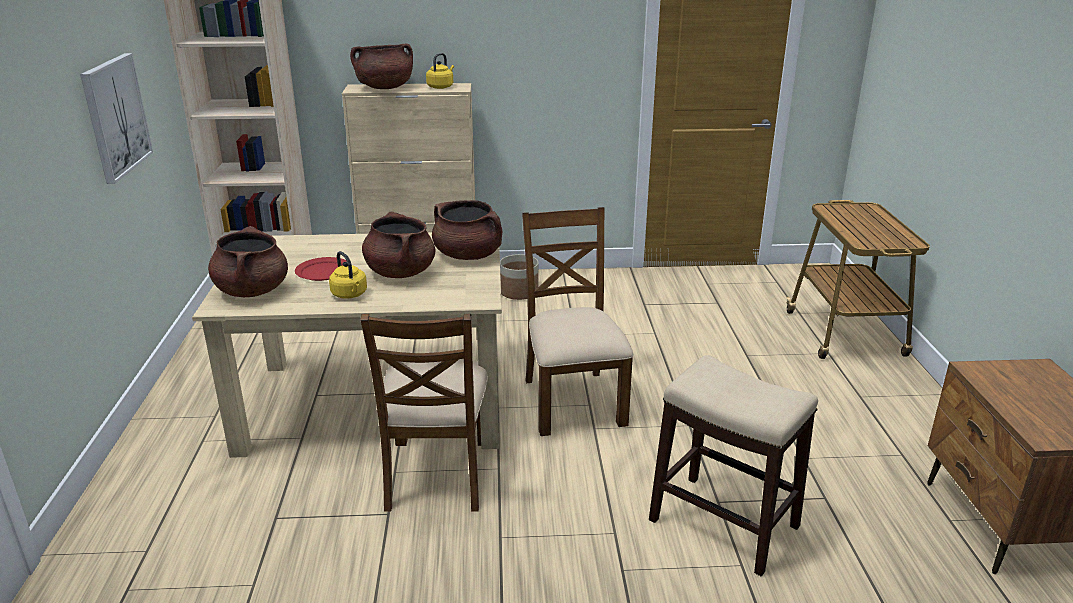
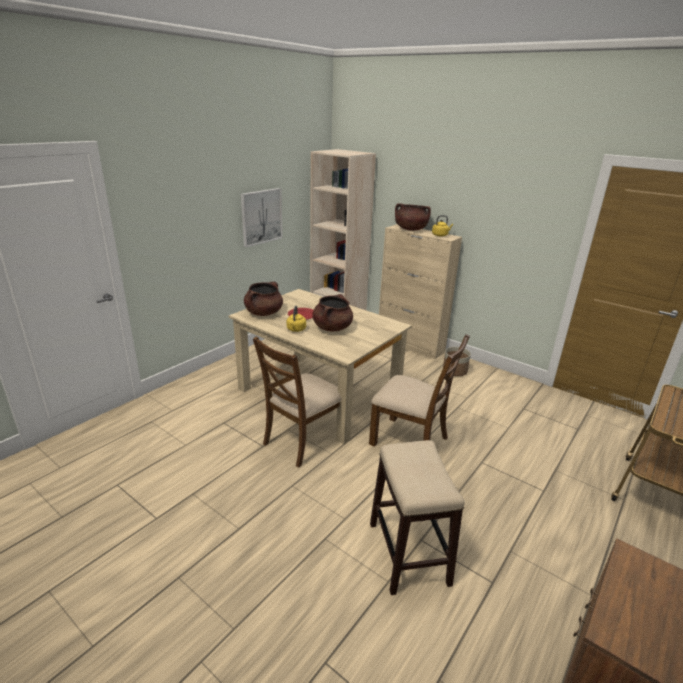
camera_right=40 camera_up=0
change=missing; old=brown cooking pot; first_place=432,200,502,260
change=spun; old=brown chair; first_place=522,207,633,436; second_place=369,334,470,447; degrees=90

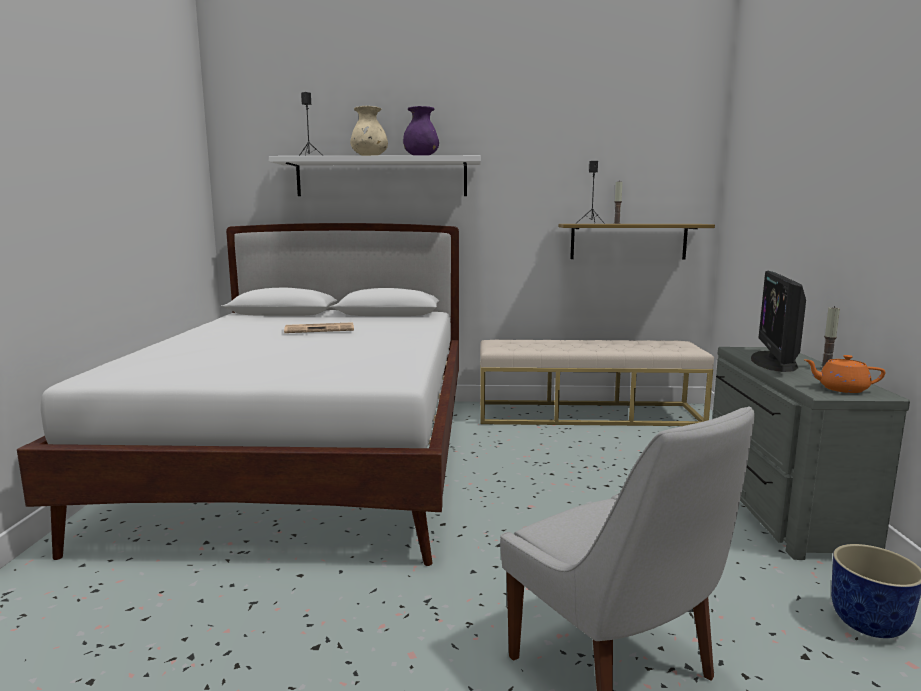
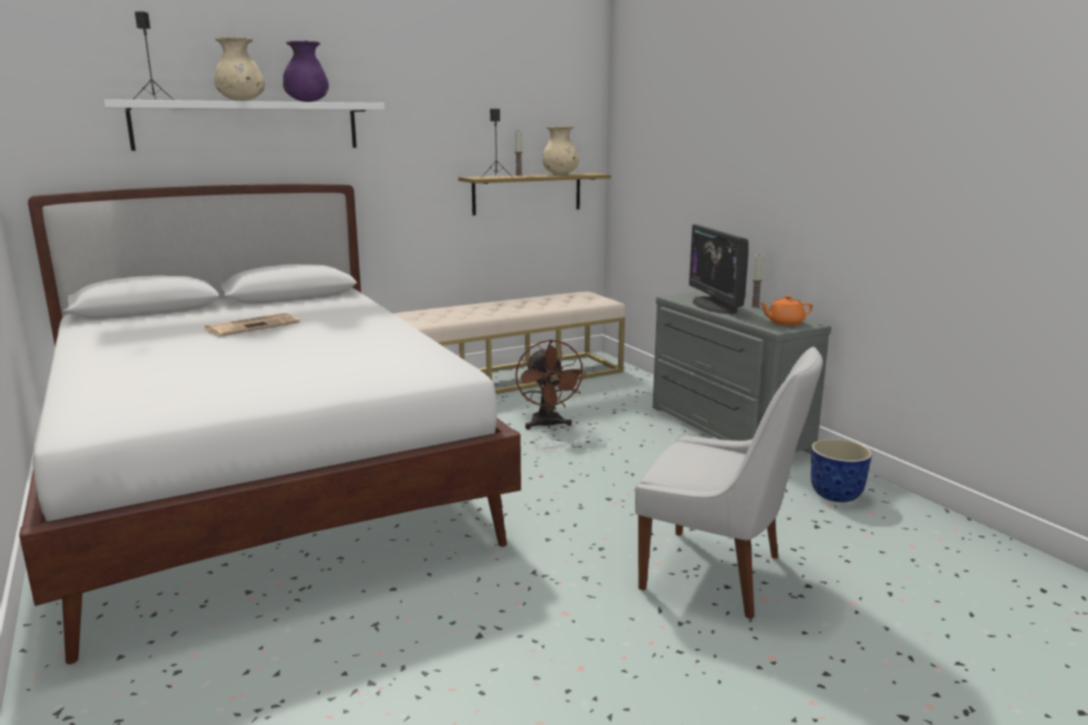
camera_right=-30 camera_up=5
change=appeared; new=brown fan; second_place=515,339,586,429
change=appeared; new=beige vase; second_place=543,126,579,175

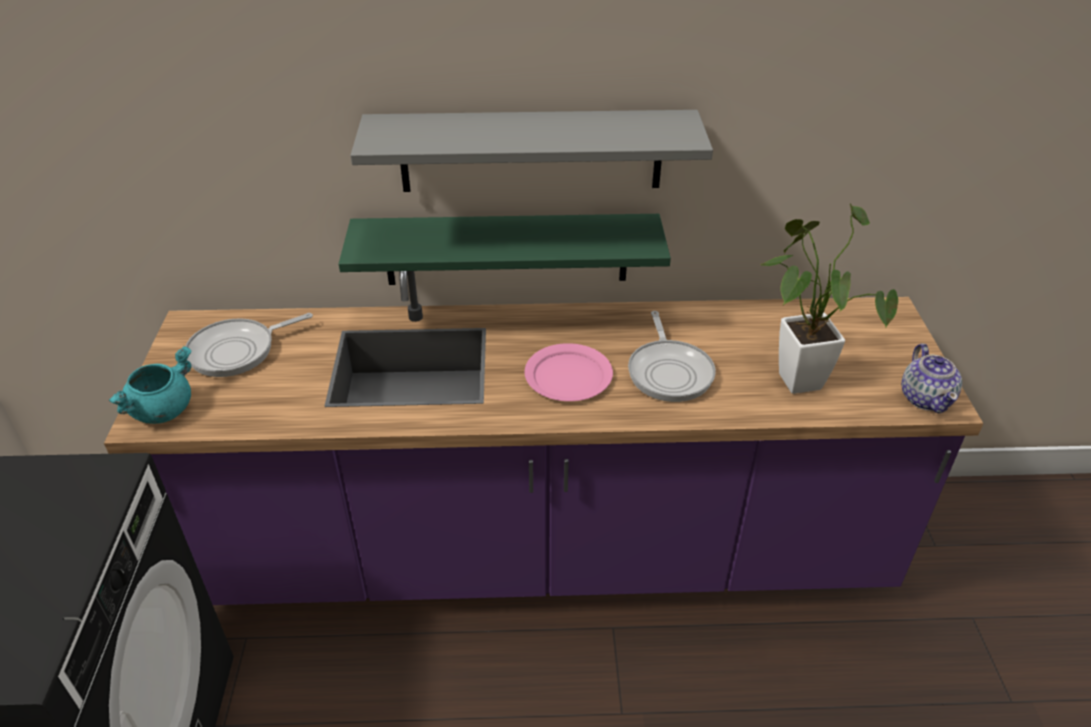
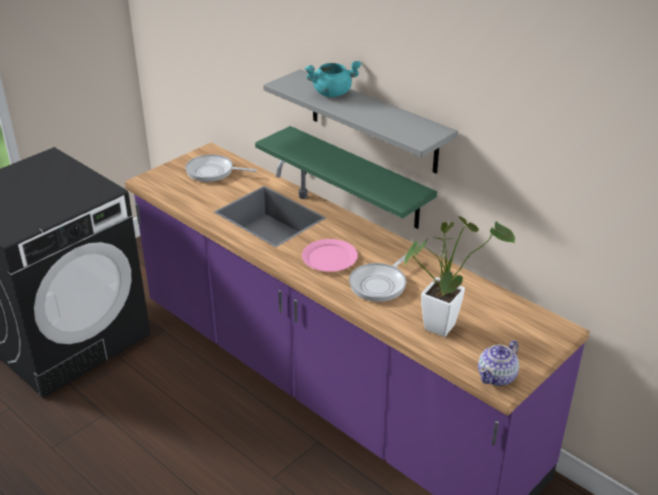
camera_right=45 camera_up=-5
change=relocated; old=turquoise cooking pot; first_place=109,346,191,424; second_place=305,61,361,97

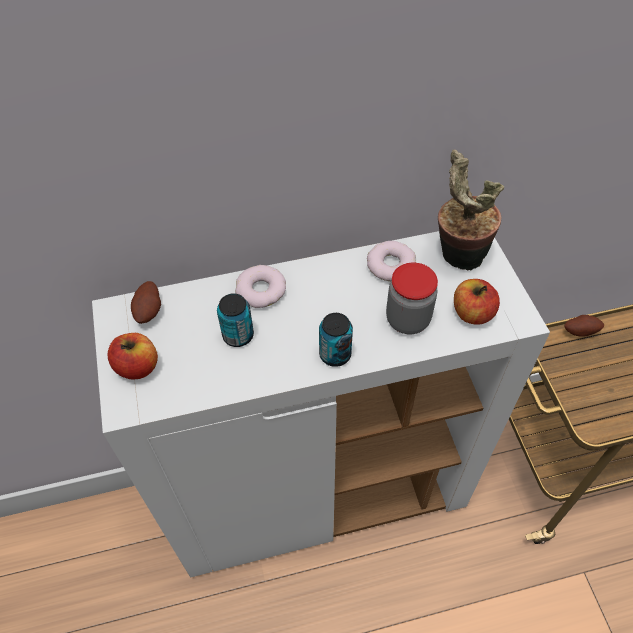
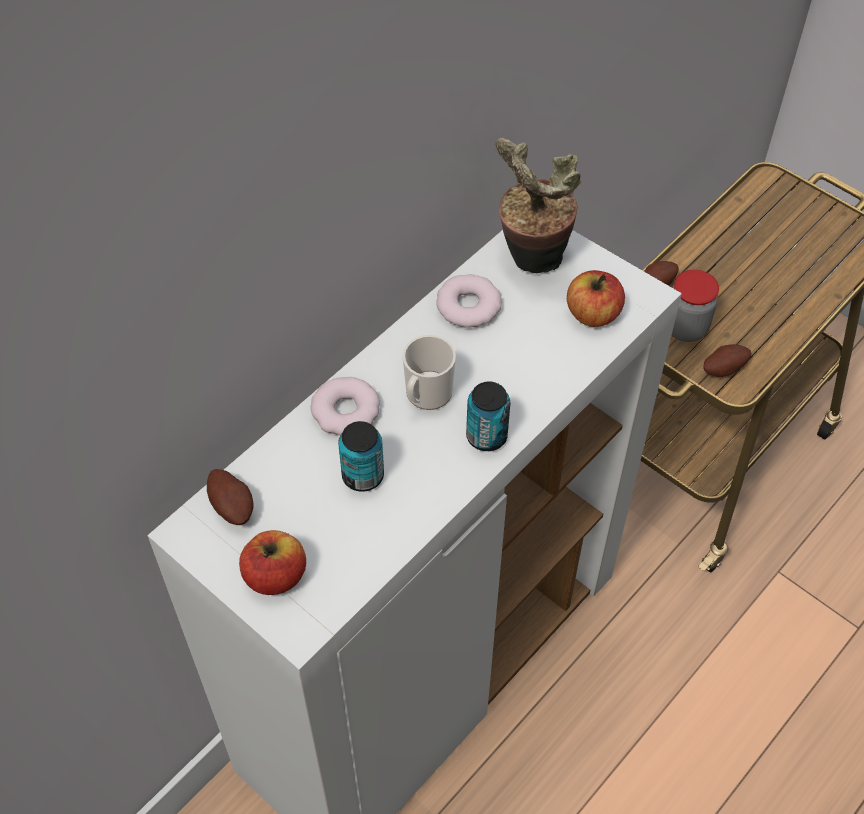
camera_right=-35 camera_up=0
change=relocated; old=jar; first_place=386,263,438,334; second_place=671,270,719,342
change=appeared; new=mug; second_place=403,335,456,410
change=appeared; new=potato; second_place=703,344,752,377

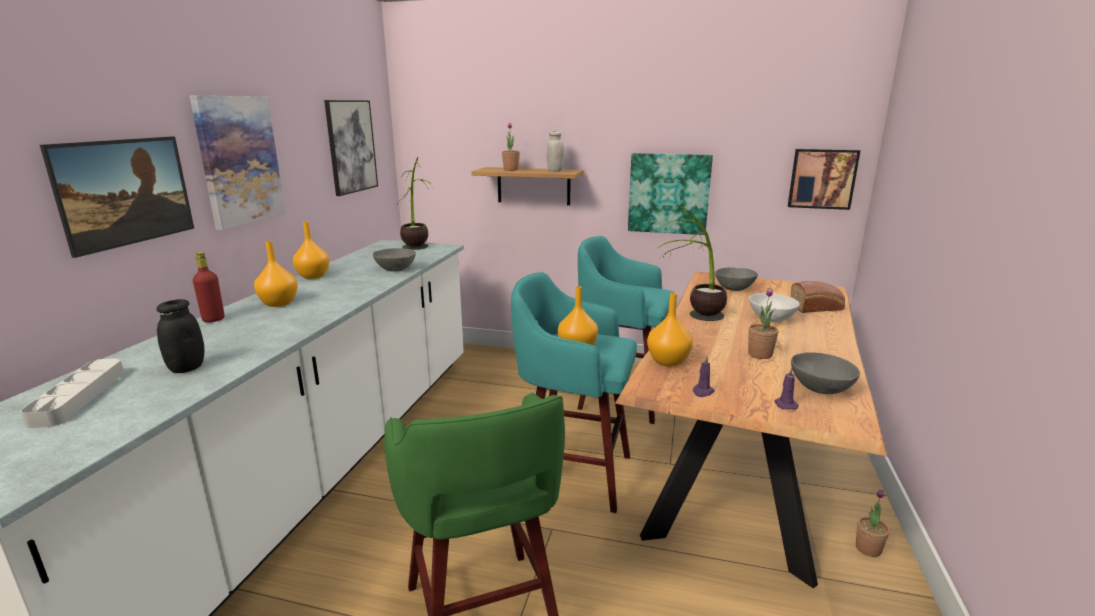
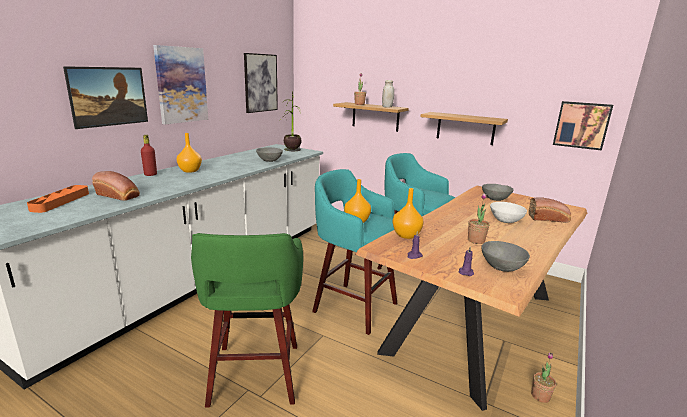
camera_right=15 camera_up=0
change=colour; old=grey tray; new=orange tray; first_place=20,358,124,428; second_place=27,185,89,213
change=exchanged; old=black jar; new=bread; first_place=157,299,204,373; second_place=92,171,140,201
change=missing; old=orange vase; first_place=293,222,329,279
change=exchanged; old=picture; new=shelf; first_place=628,153,713,235; second_place=421,112,508,145
change=missing; old=potted plant; first_place=657,204,727,321

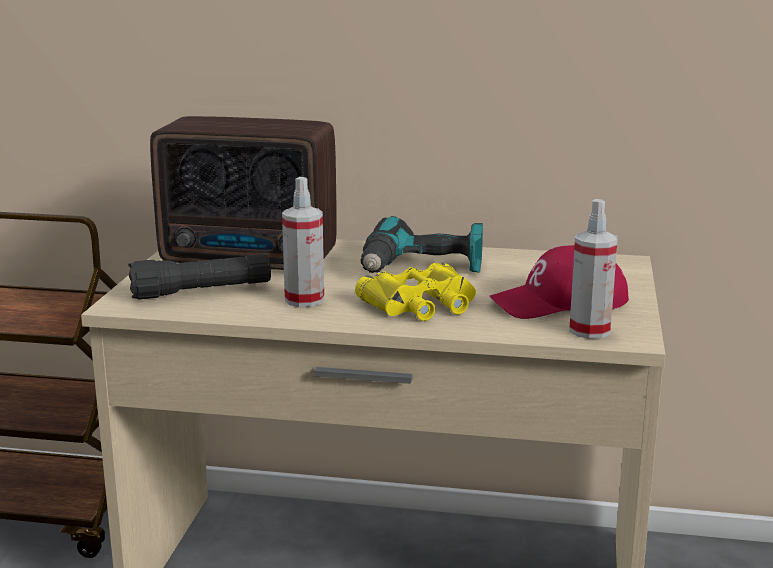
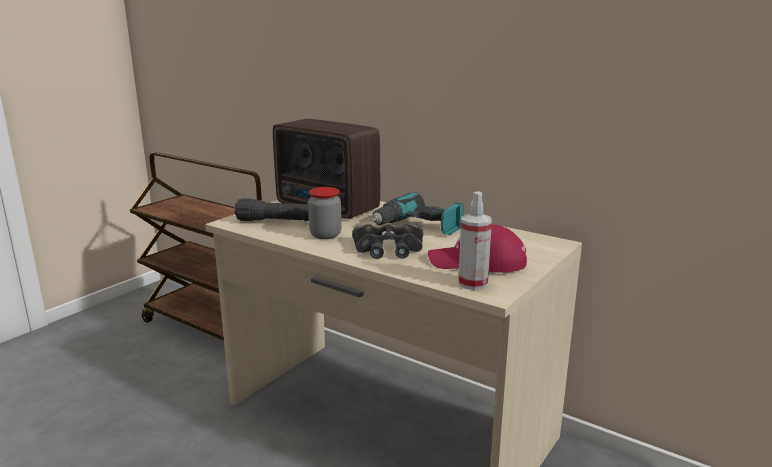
camera_right=25 camera_up=0
change=exchanged; old=spray bottle; new=jar; first_place=282,177,324,307; second_place=308,187,342,239
change=colour; old=yellow binoculars; new=black binoculars; first_place=355,263,476,321; second_place=352,224,423,259

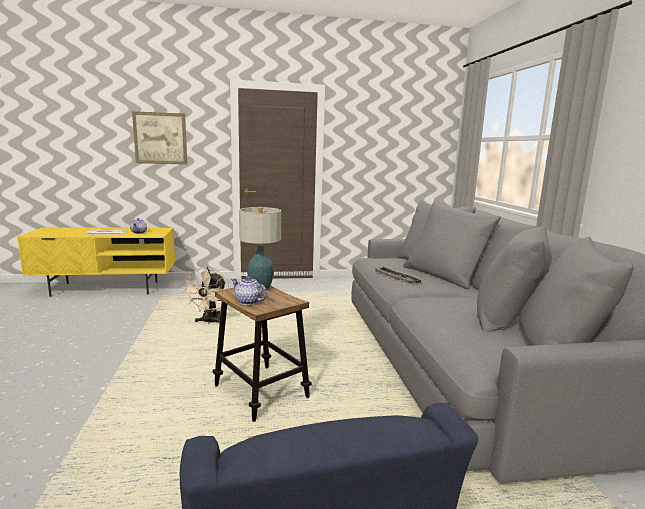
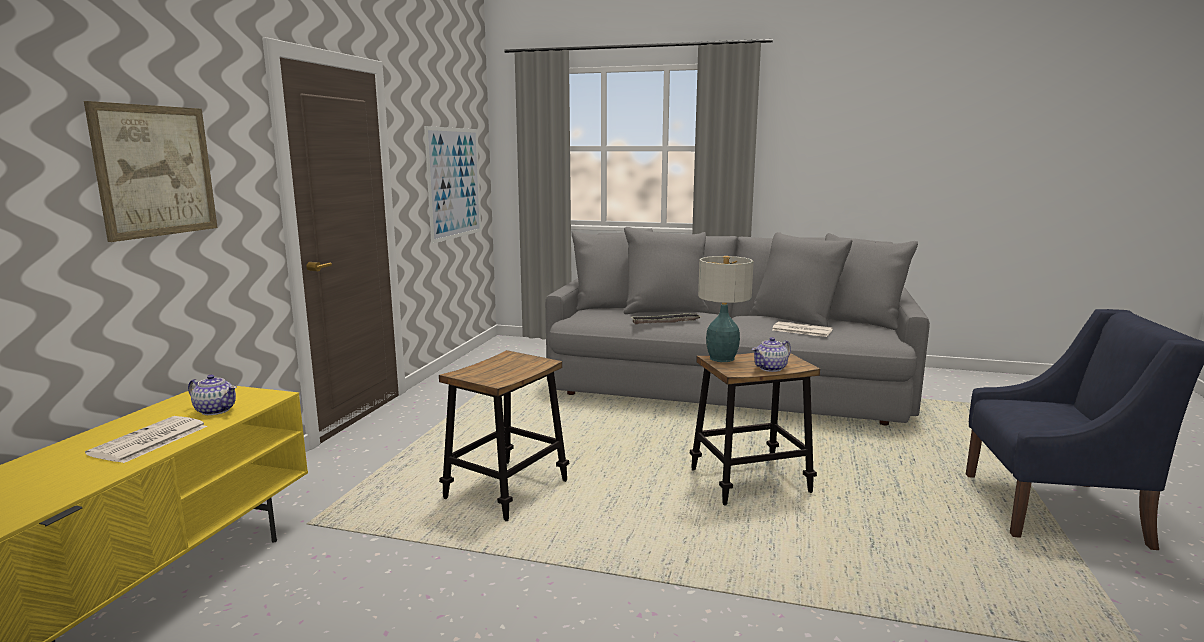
camera_right=-65 camera_up=0
change=exchanged; old=beige fan; new=stool; first_place=184,267,229,324; second_place=439,350,569,521
change=appeared; new=picture; second_place=424,126,481,244
change=appeared; new=newspaper; second_place=772,321,833,337

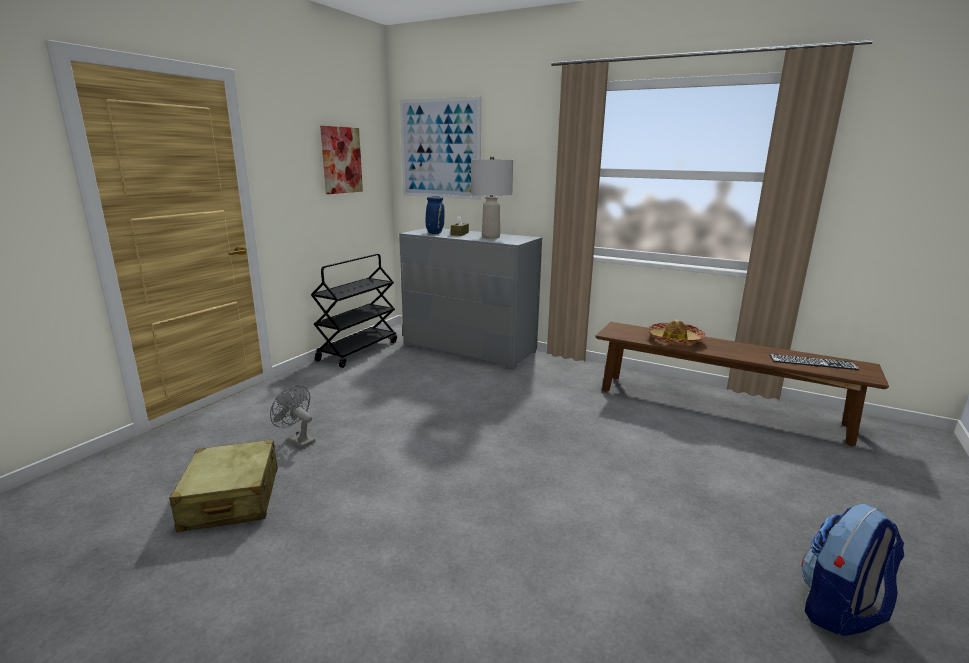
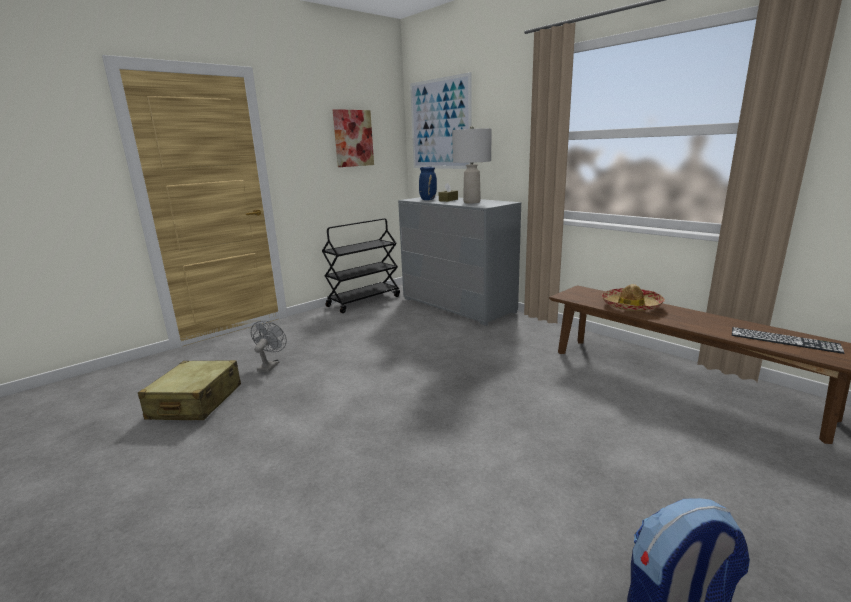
camera_right=20 camera_up=0
change=spun; old=grey fan; first_place=270,385,316,449; second_place=251,321,287,372; degrees=45

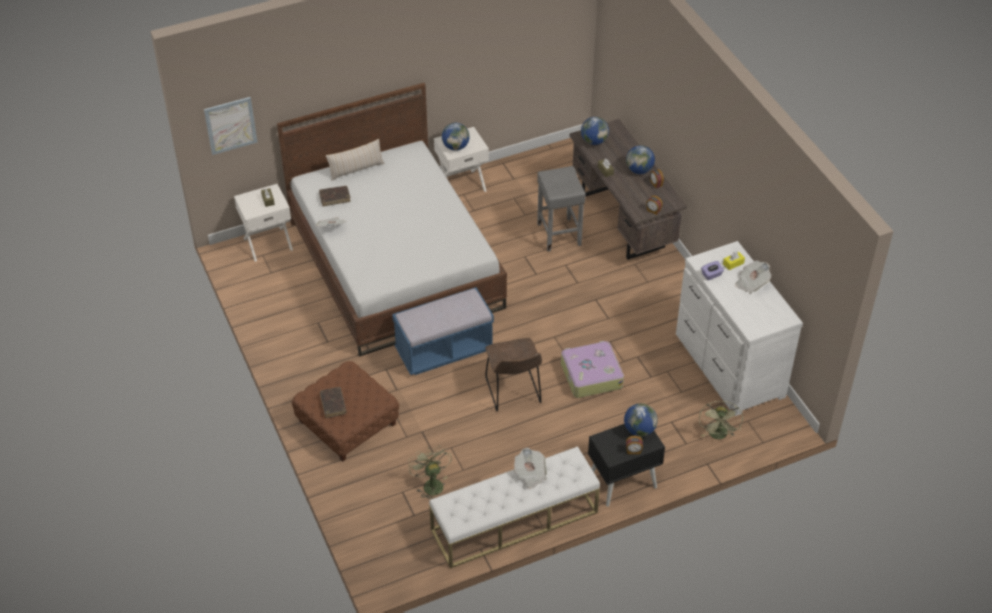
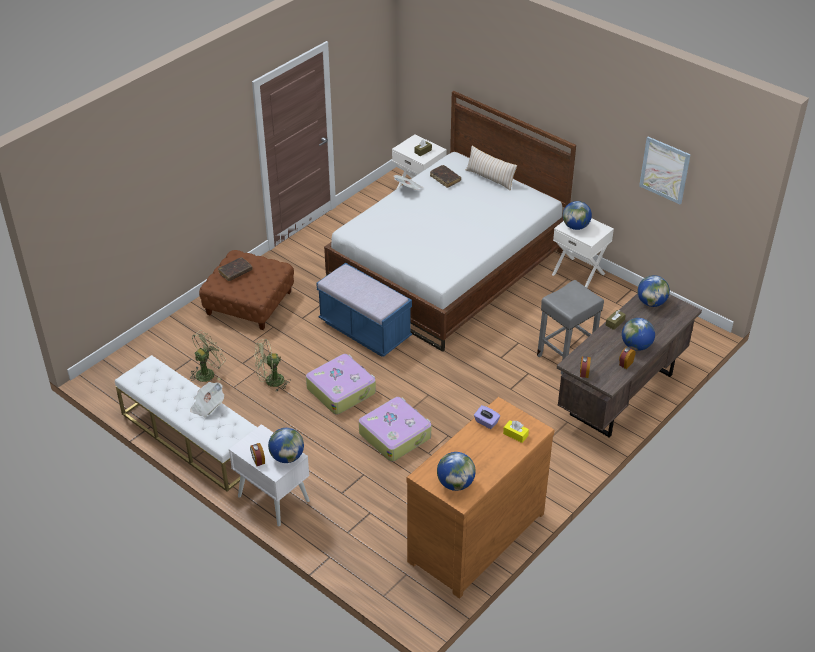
camera_right=65 camera_up=-5
change=relocated; old=picture; first_place=204,97,257,155; second_place=639,137,691,205
change=exchanged; old=brown chair; new=suitcase; first_place=485,338,542,411; second_place=306,354,376,415
change=colour; old=black nightstand; new=white nightstand; first_place=588,424,665,507; second_place=229,424,310,526
change=colour; old=white dresser; new=brown dresser; first_place=676,241,803,416; second_place=406,397,555,598
change=relocated; old=green fan; first_place=699,401,743,439; second_place=254,339,291,391
change=missing; old=newspaper; first_place=735,261,771,294
change=appeared; new=globe; second_place=437,452,476,491

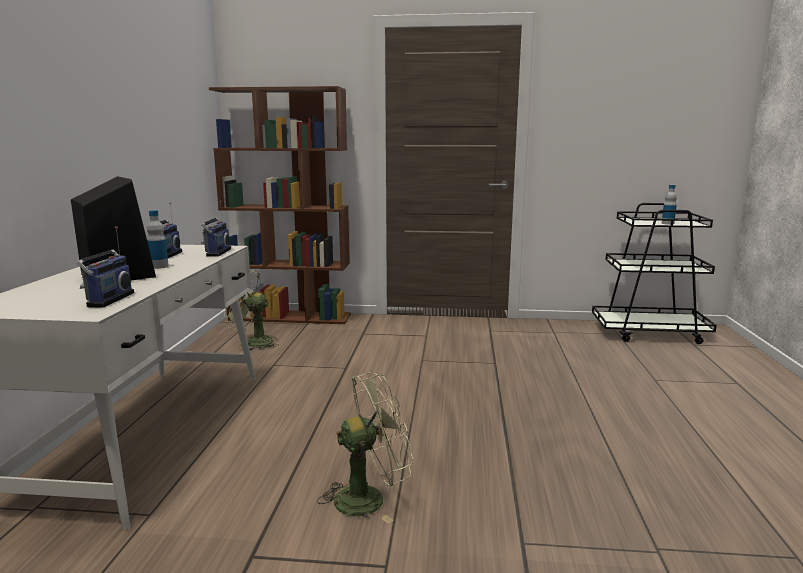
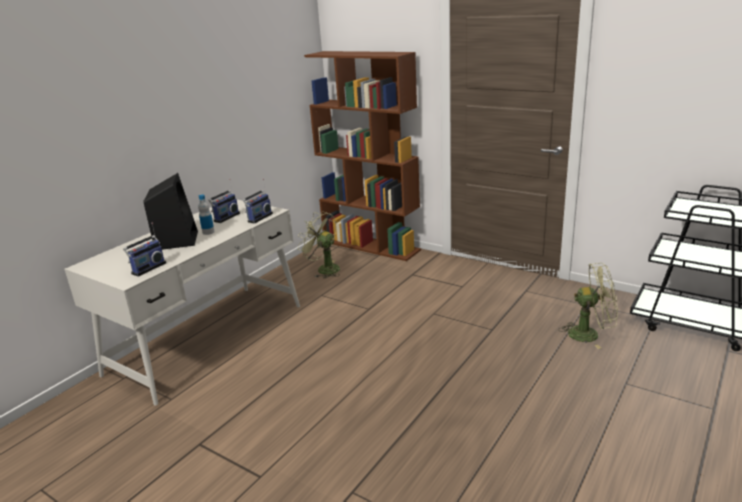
camera_right=30 camera_up=10
change=relocated; old=green fan; first_place=317,372,414,524; second_place=558,263,618,349
change=missing; old=bottle; first_place=662,185,677,225

